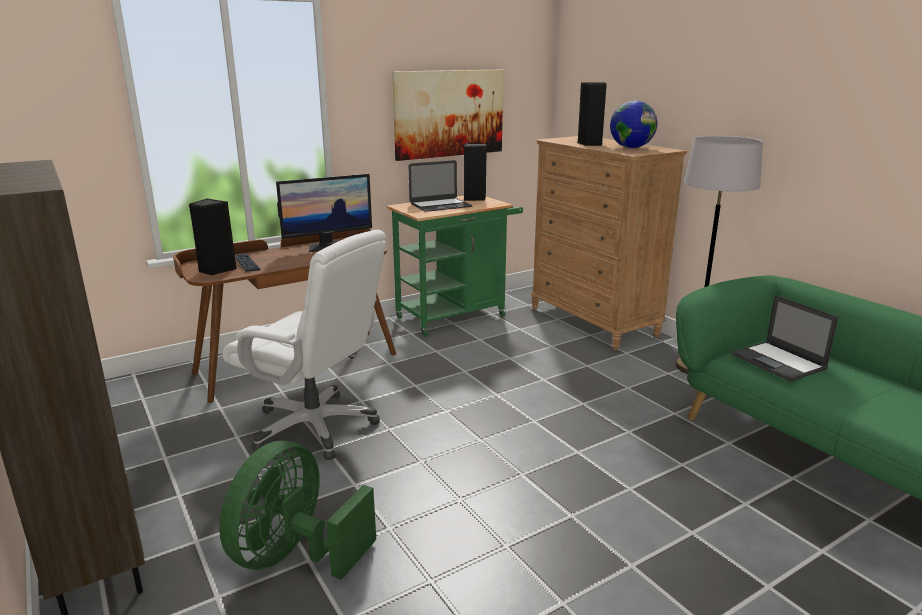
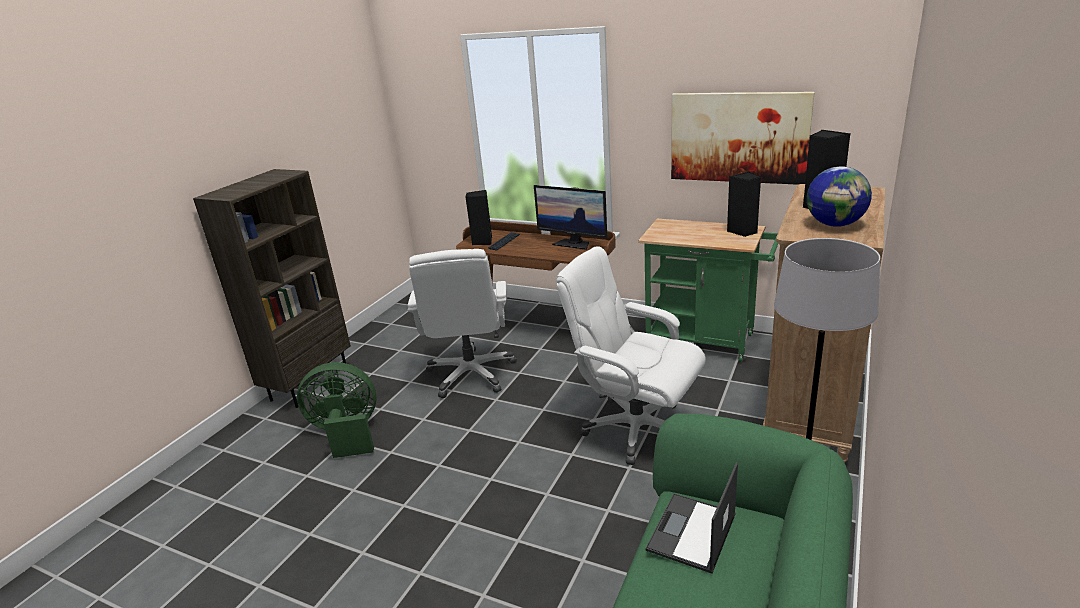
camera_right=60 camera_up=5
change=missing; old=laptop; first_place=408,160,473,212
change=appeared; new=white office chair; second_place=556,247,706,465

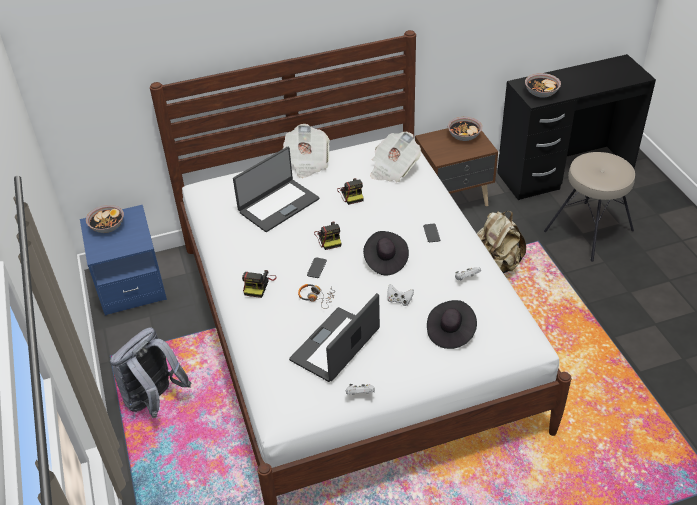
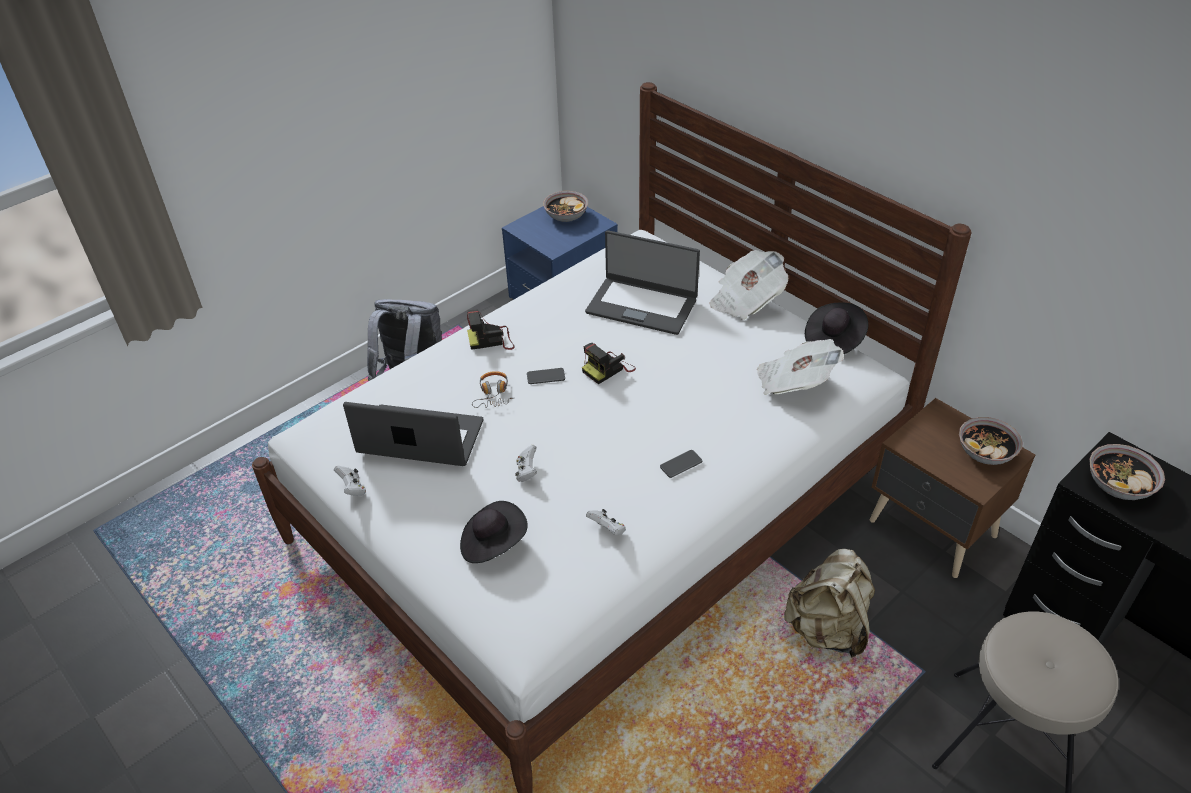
camera_right=65 camera_up=0
change=missing; old=photo camera; first_place=337,178,364,205
change=relocated; old=black hat; first_place=363,231,409,275; second_place=805,302,868,354

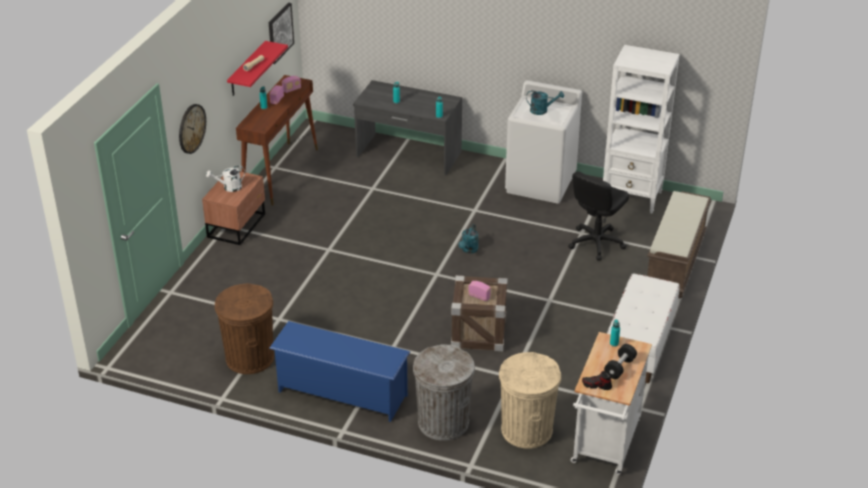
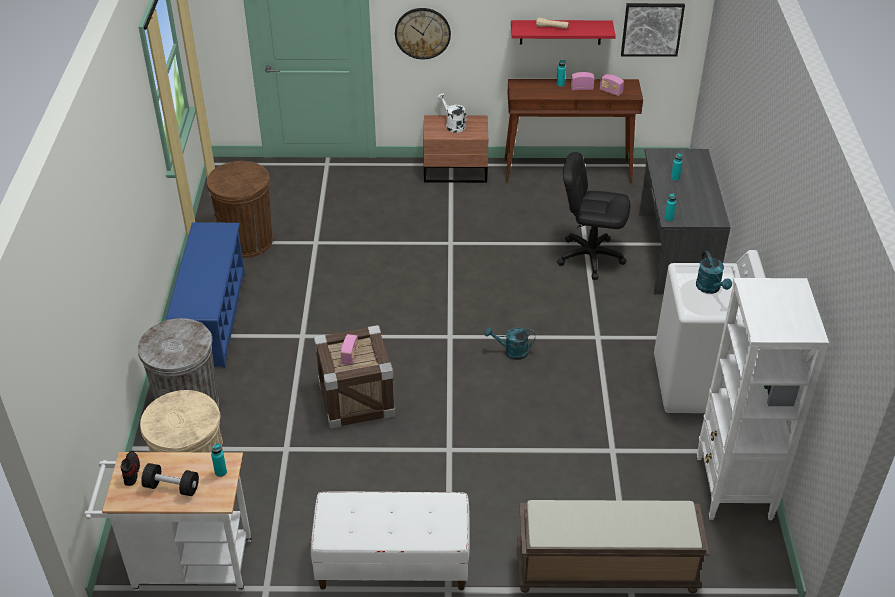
camera_right=70 camera_up=5
change=relocated; old=black office chair; first_place=568,171,629,260; second_place=557,152,631,280

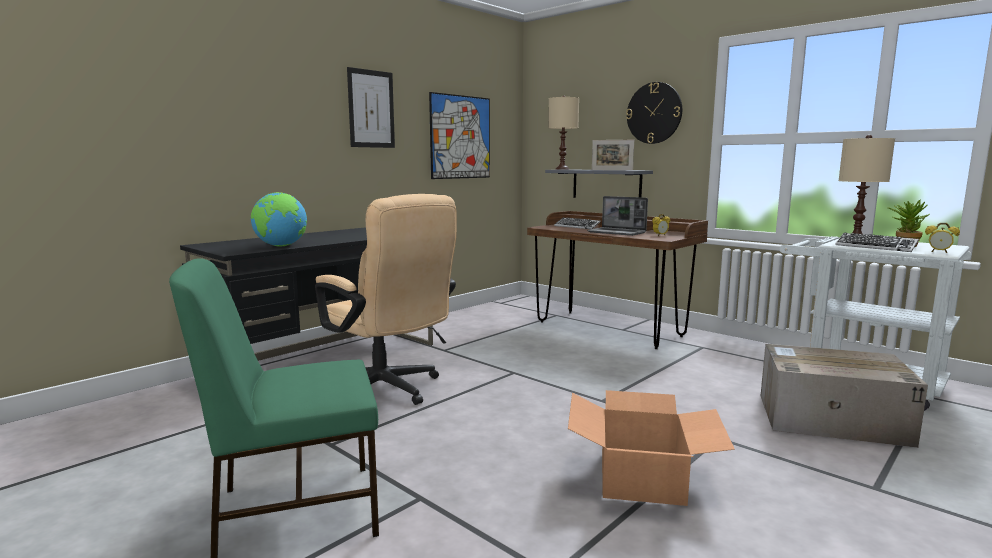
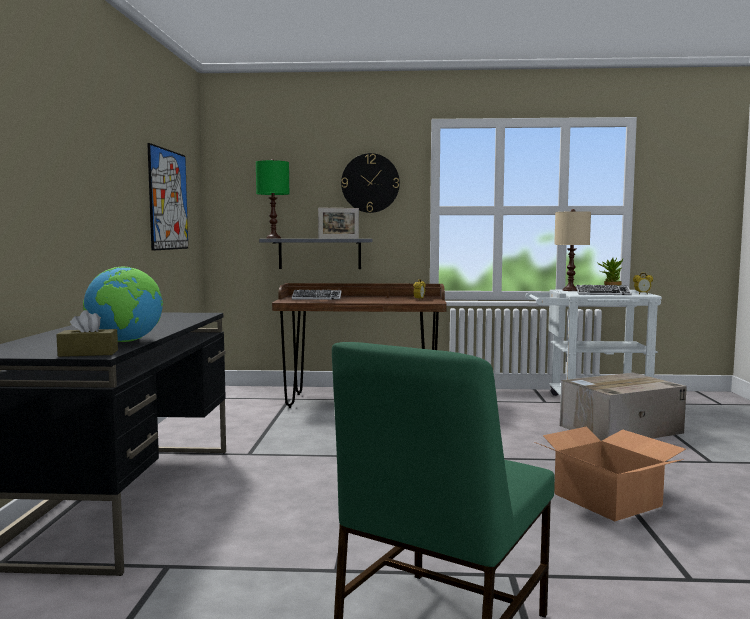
camera_right=-40 camera_up=-5
change=missing; old=beige office chair; first_place=315,194,457,405
change=missing; old=picture; first_place=347,67,395,148
change=colour; old=beige table lamp; new=green table lamp; first_place=548,96,579,170; second_place=256,159,289,239
change=missing; old=laptop; first_place=587,196,648,236
change=appeared; new=brown tissue box; second_place=56,310,118,357

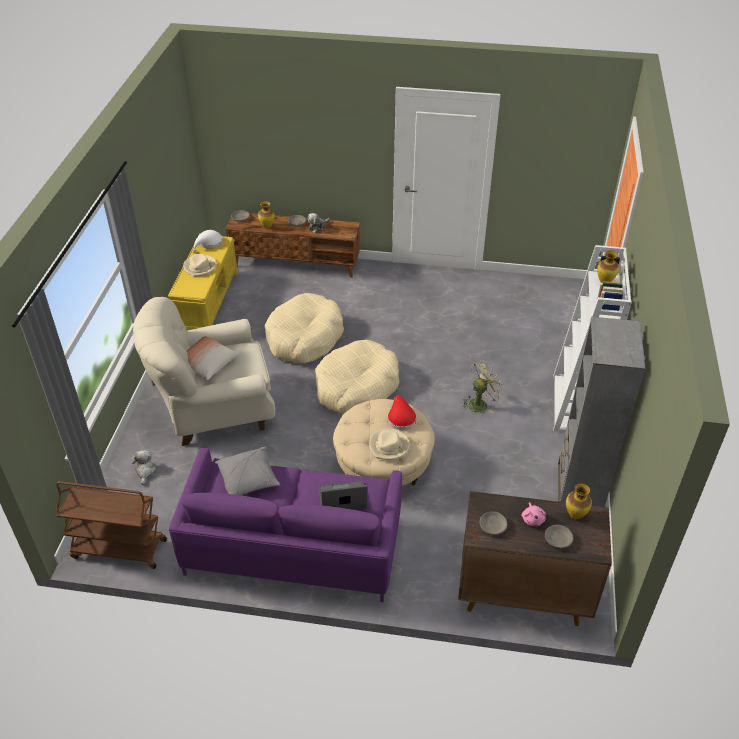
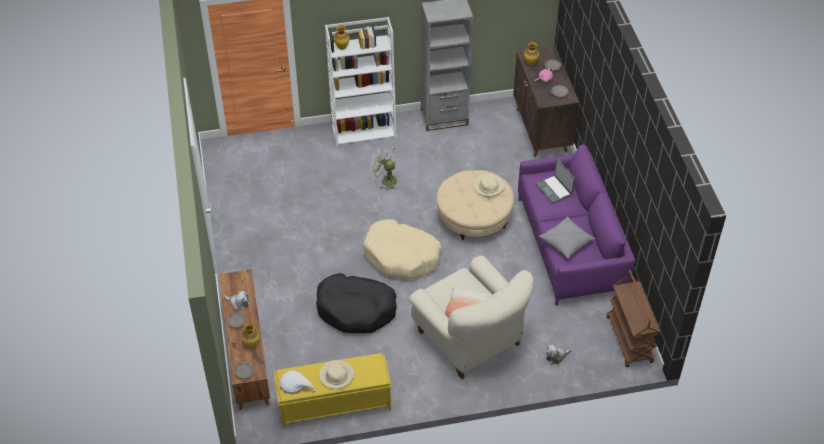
camera_right=-110 camera_up=5
change=colour; old=beige dog bed; new=black dog bed; first_place=264,293,344,363; second_place=316,273,397,333
change=missing; old=red hat; first_place=387,396,416,430

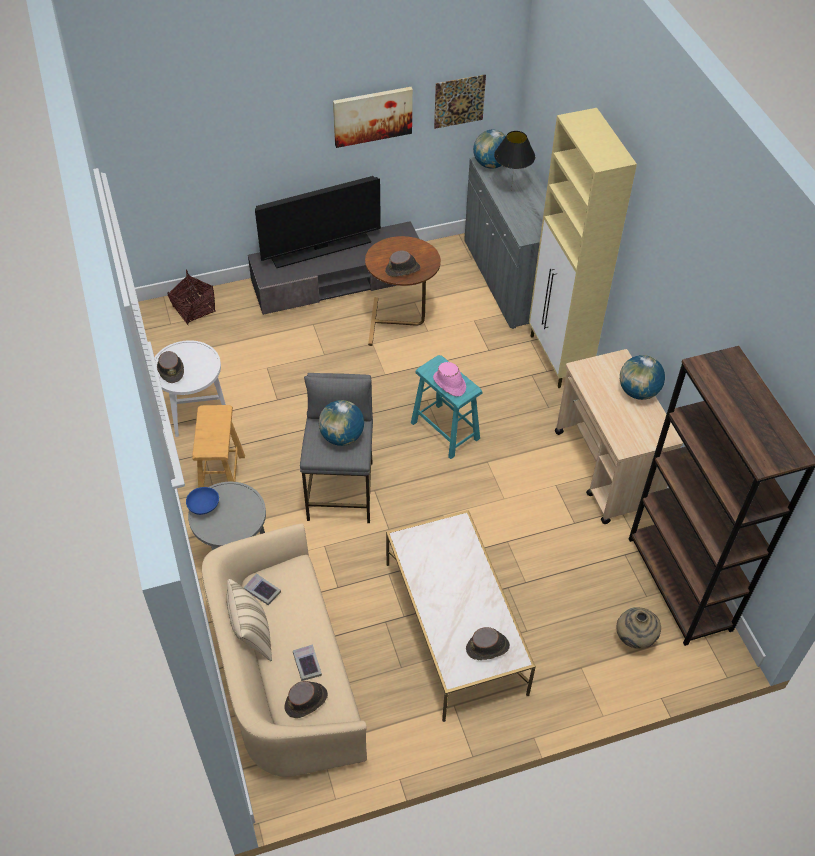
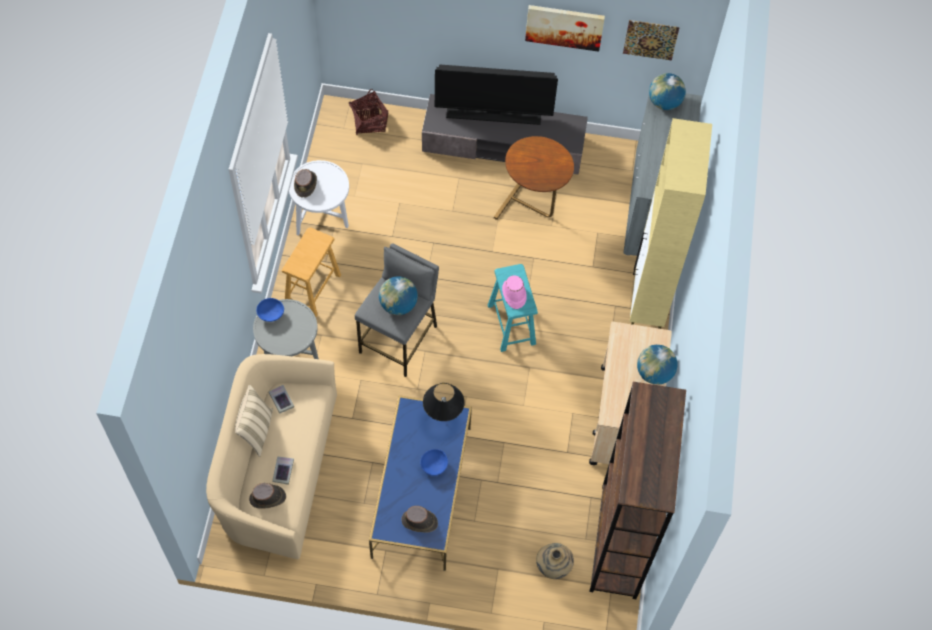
camera_right=25 camera_up=10
change=missing; old=brown hat; first_place=385,250,420,277
change=colour; old=white coffee table; new=blue coffee table; first_place=386,510,536,722; second_place=369,395,472,571
change=relocated; old=black table lamp; first_place=494,131,535,190; second_place=423,383,465,421
change=appeared; new=blue bowl; second_place=420,449,448,476

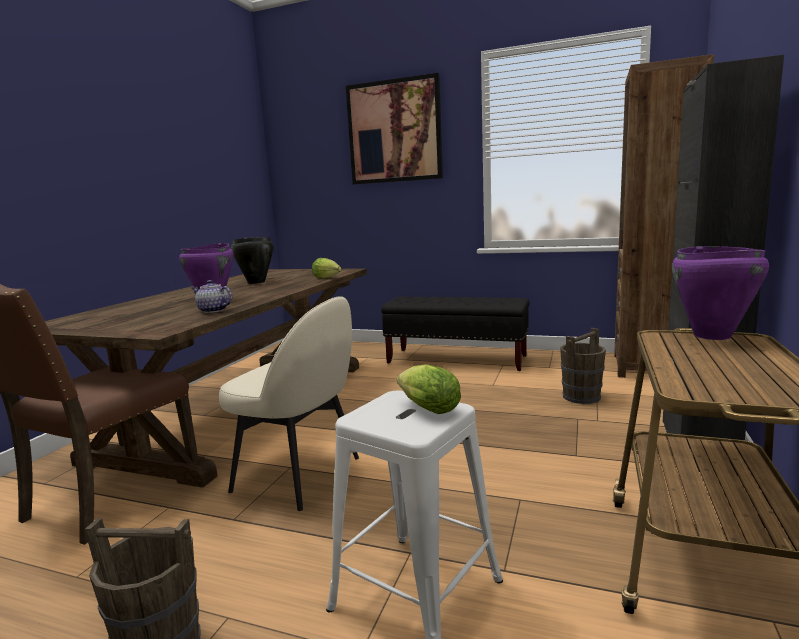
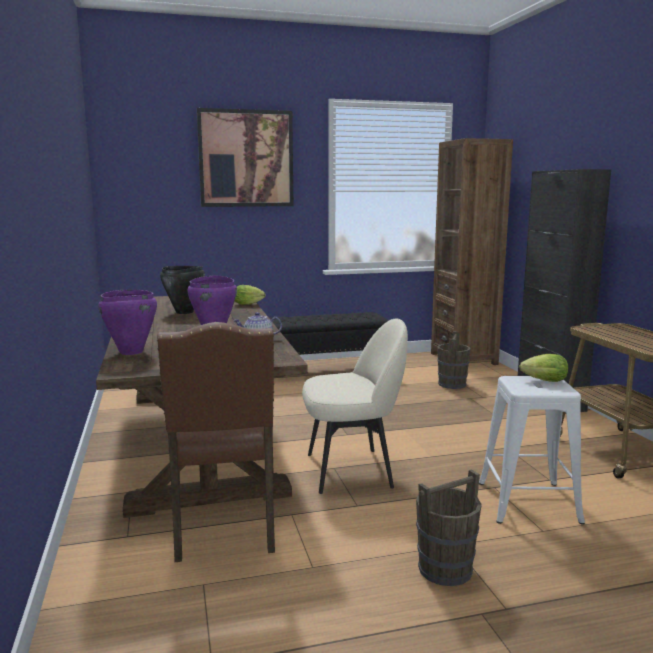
camera_right=-35 camera_up=0
change=relocated; old=purple cooking pot; first_place=672,246,769,340; second_place=98,290,157,355

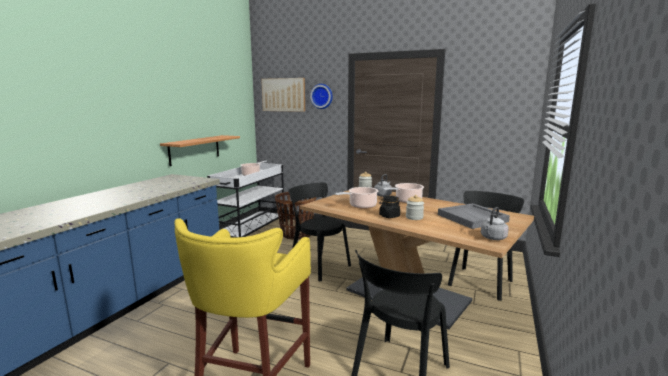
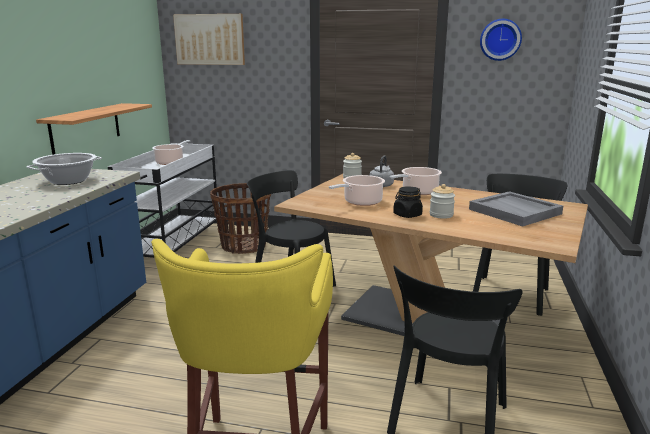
camera_right=-10 camera_up=5
change=relocated; old=wall clock; first_place=310,84,333,109; second_place=480,19,522,61
change=missing; old=grey kettle; first_place=481,207,509,240
change=appeared; new=cooking pot; second_place=27,153,102,185

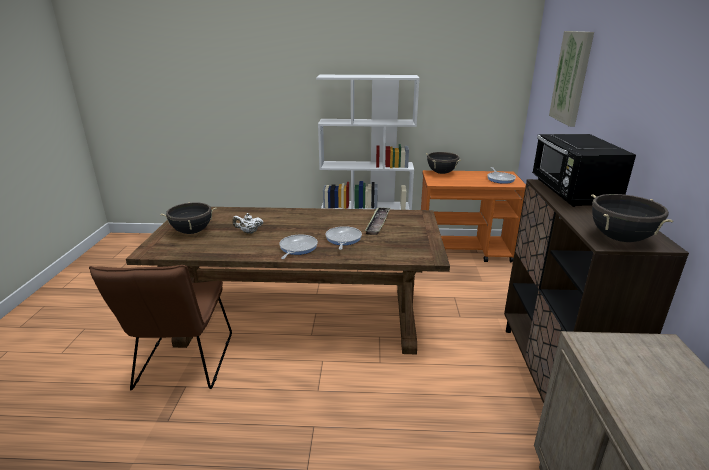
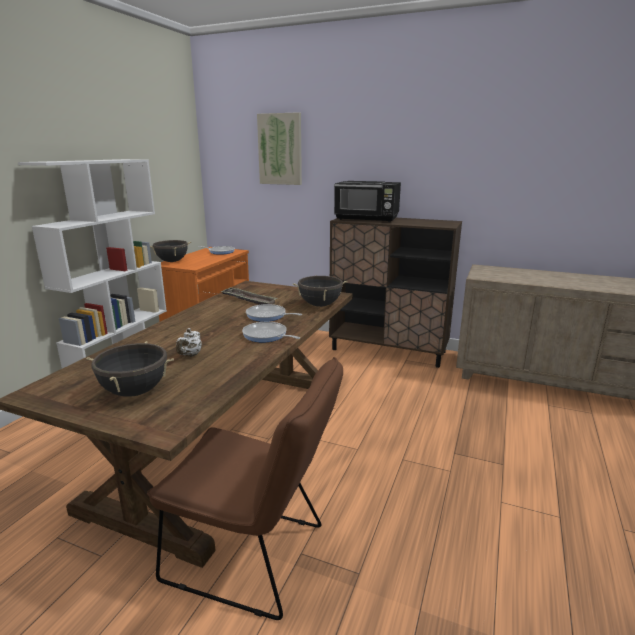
camera_right=-70 camera_up=-5
change=relocated; old=black cooking pot; first_place=591,194,673,242; second_place=293,275,348,307

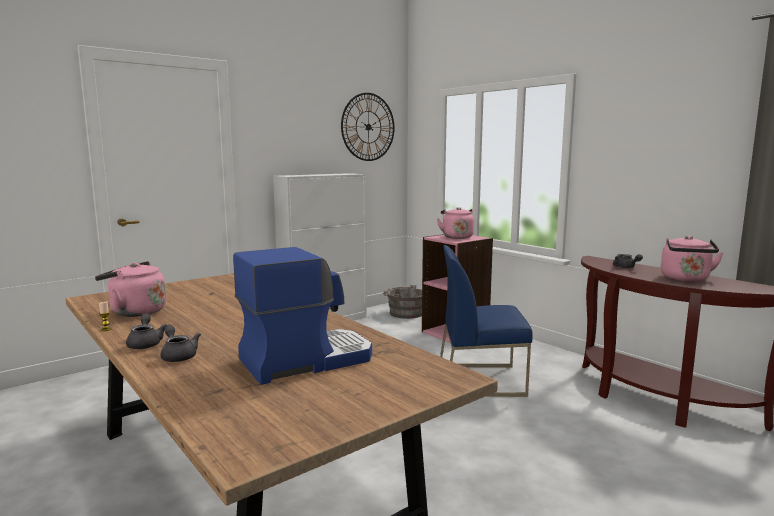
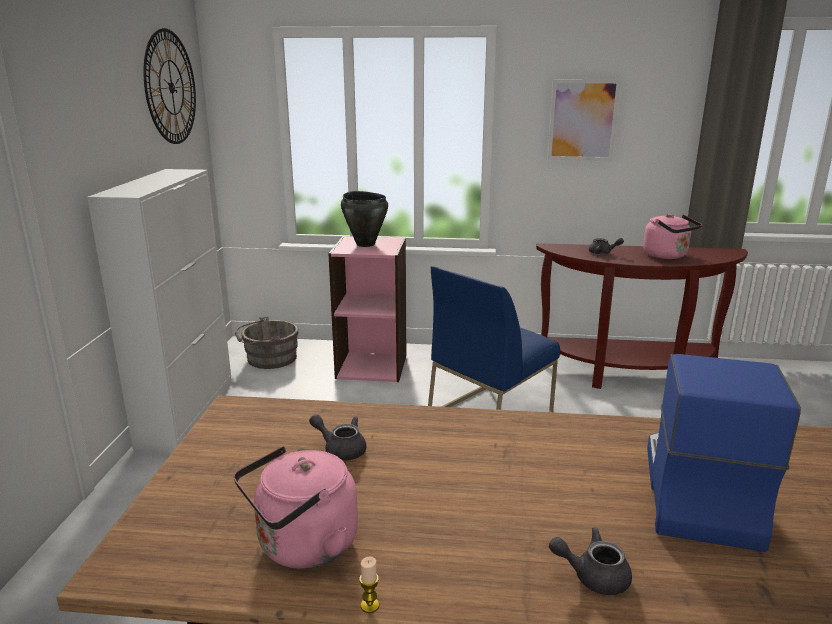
camera_right=-45 camera_up=10
change=relocated; old=grey teapot; first_place=126,313,167,349; second_place=309,414,366,461
change=exchanged; old=pink kettle; new=black cooking pot; first_place=437,207,474,239; second_place=341,191,388,247
change=appeared; new=picture; second_place=548,80,621,161

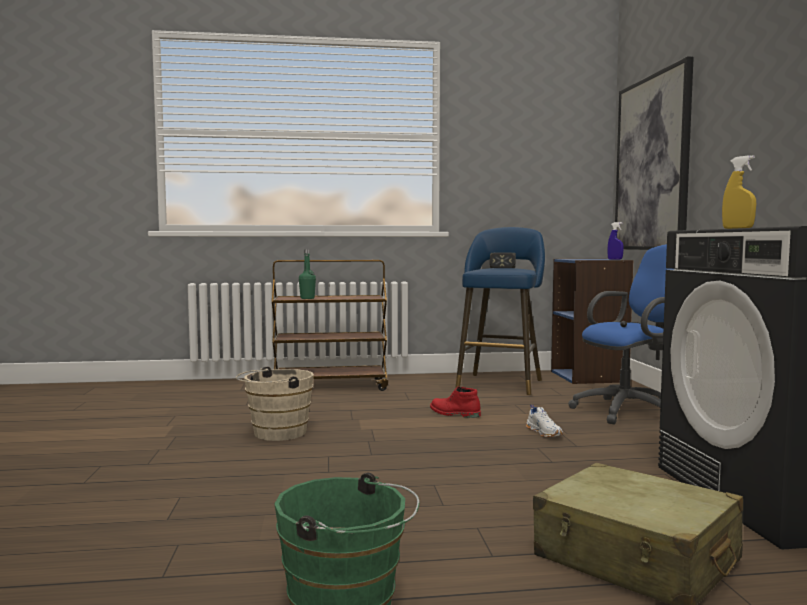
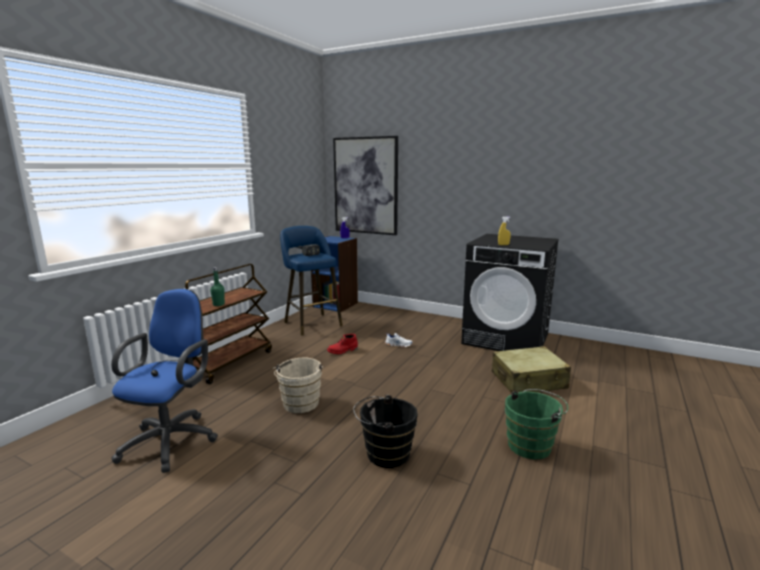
camera_right=-55 camera_up=10
change=relocated; old=blue office chair; first_place=568,244,674,424; second_place=111,289,218,473
change=appeared; new=black bucket; second_place=353,395,418,468

